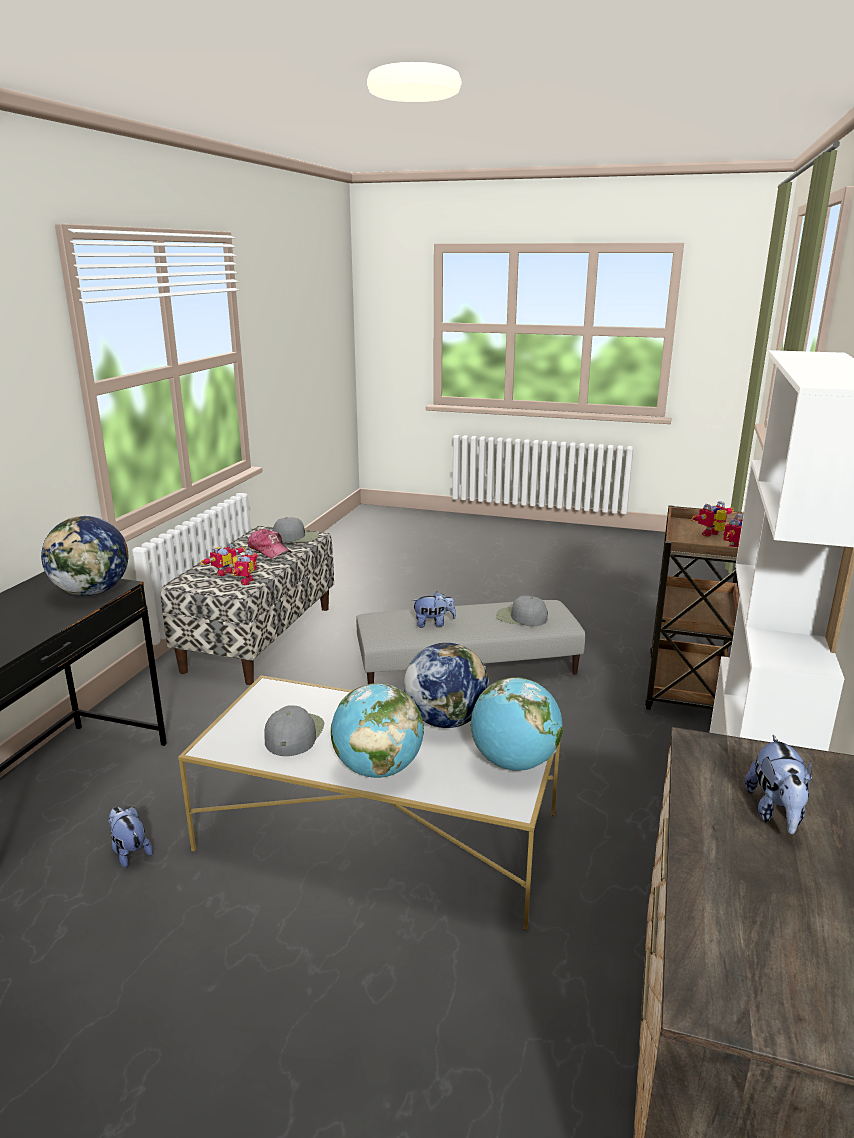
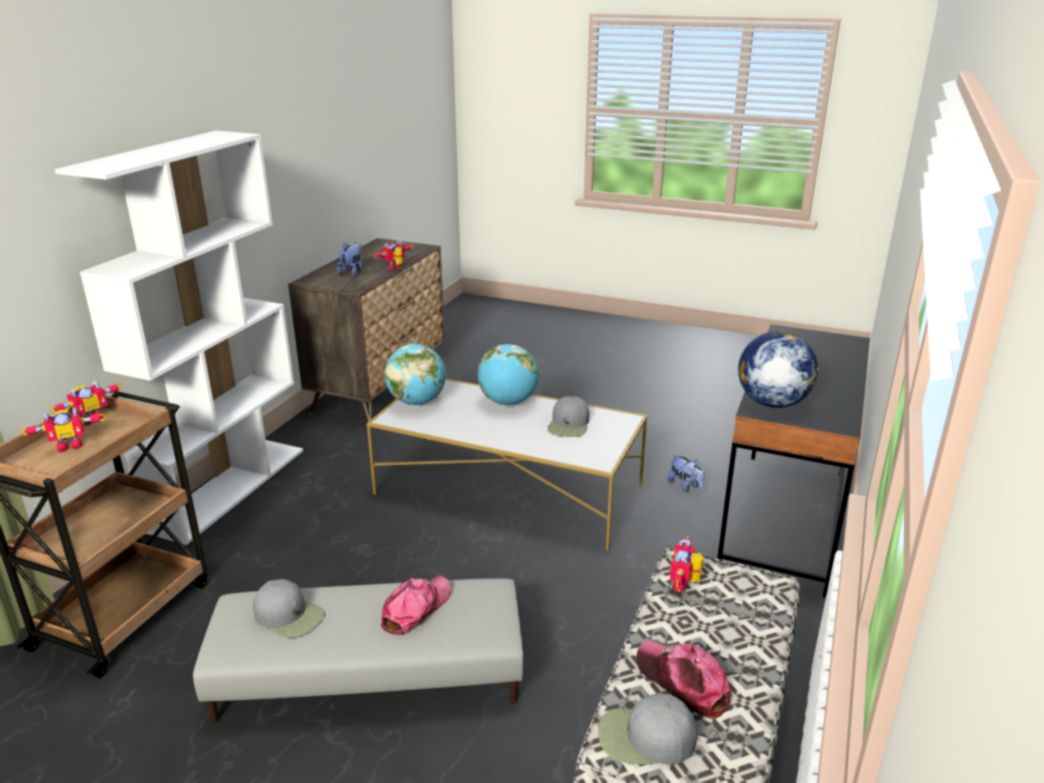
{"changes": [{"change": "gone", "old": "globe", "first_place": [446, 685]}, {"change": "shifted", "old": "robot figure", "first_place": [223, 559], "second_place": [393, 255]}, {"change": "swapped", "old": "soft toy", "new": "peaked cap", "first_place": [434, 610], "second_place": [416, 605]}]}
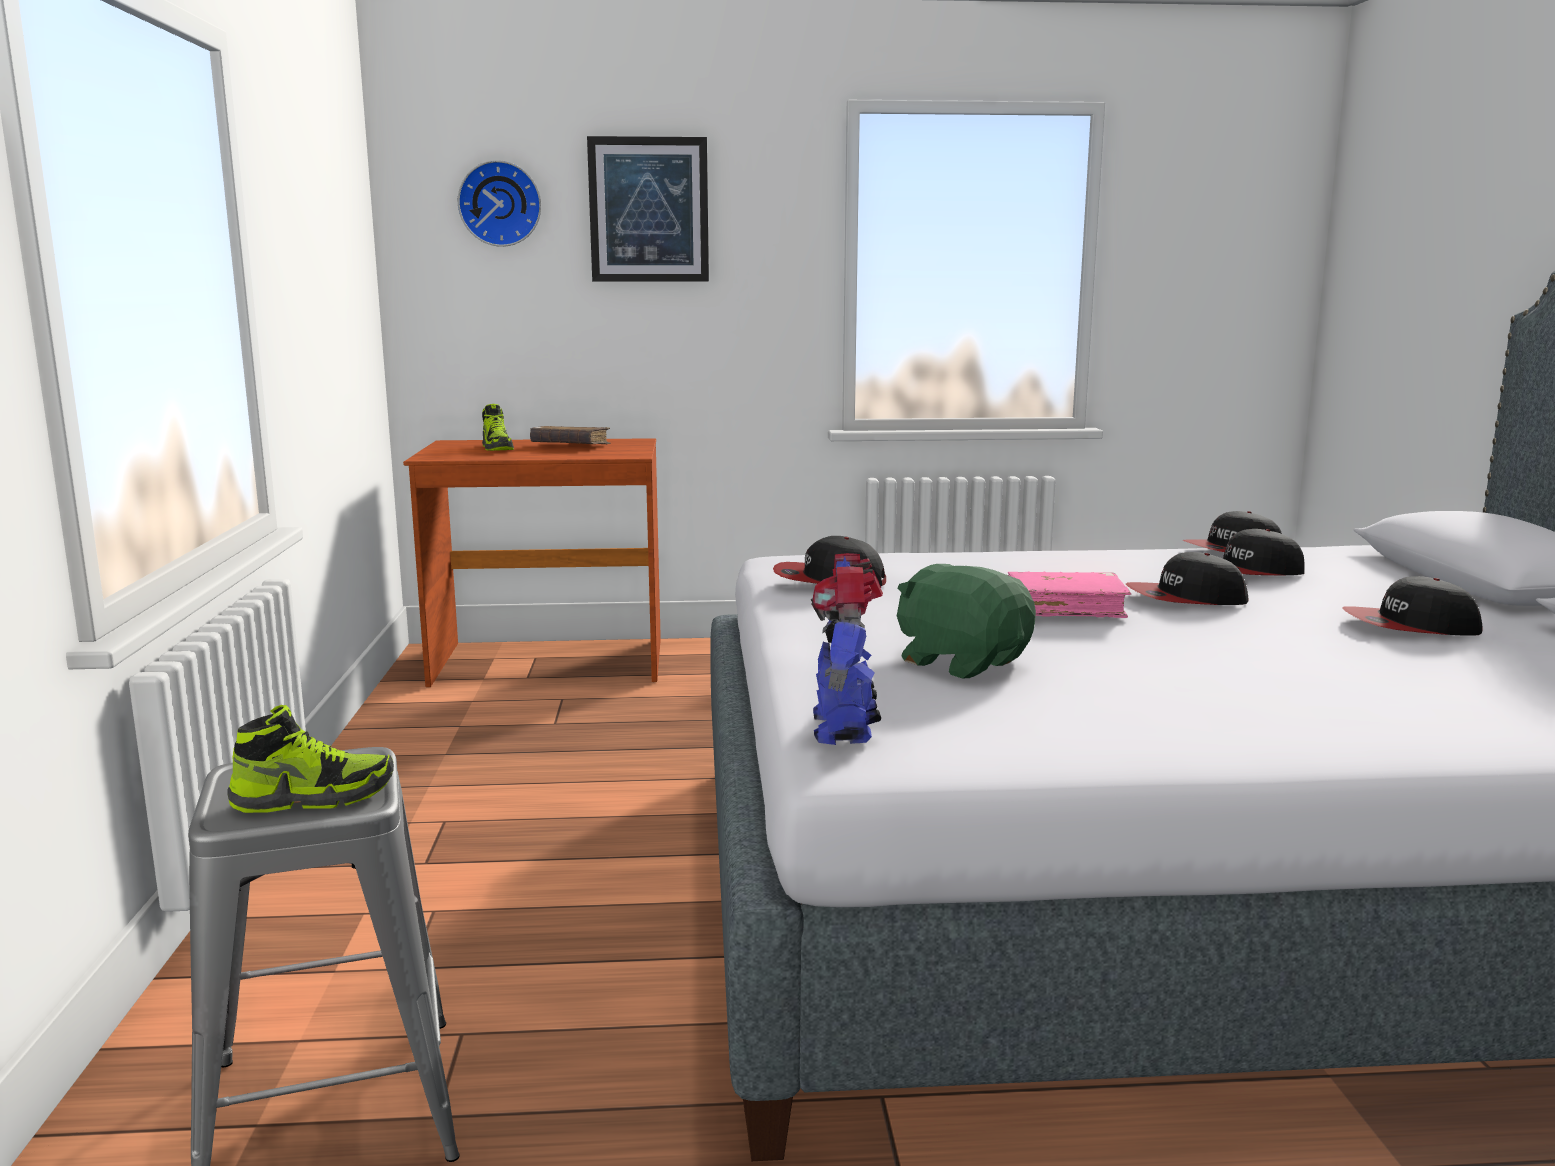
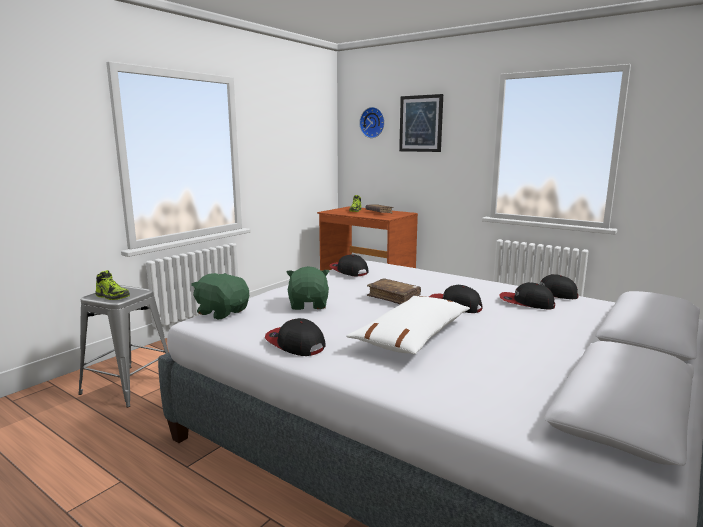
{"changes": [{"change": "new", "new": "cushion (whitish)", "second_place": [408, 325]}, {"change": "shifted", "old": "peaked cap", "first_place": [1412, 606], "second_place": [295, 337]}, {"change": "swapped", "old": "robot figure", "new": "soft toy (green-coloured)", "first_place": [846, 649], "second_place": [220, 296]}, {"change": "repainted", "old": "volume (pink-coloured)", "new": "volume (brown-coloured)", "first_place": [1069, 594], "second_place": [394, 291]}]}
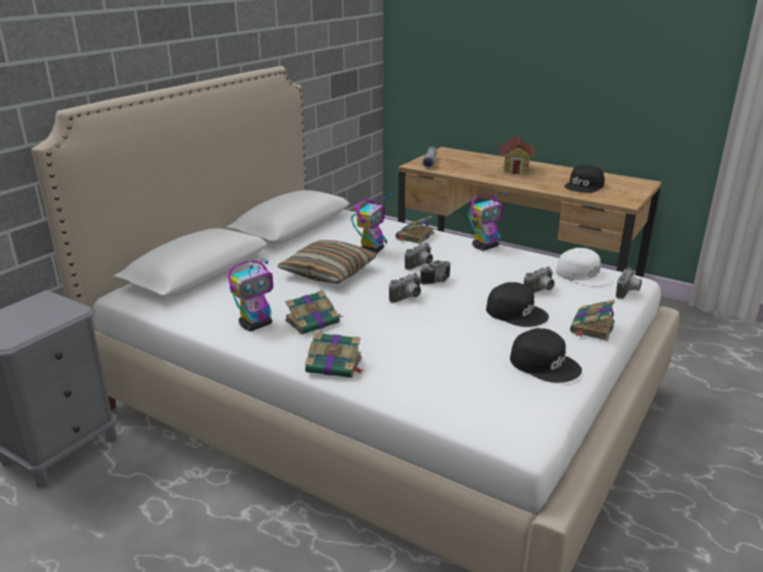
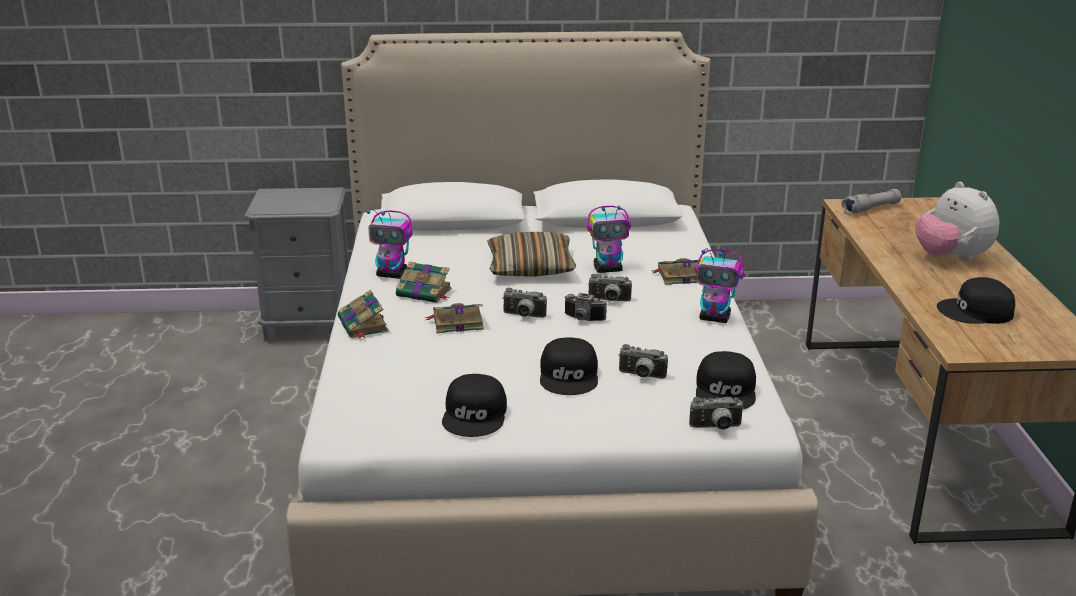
{"changes": [{"change": "shifted", "old": "volume", "first_place": [592, 320], "second_place": [454, 318]}, {"change": "swapped", "old": "toy house", "new": "soft toy", "first_place": [518, 155], "second_place": [957, 221]}, {"change": "repainted", "old": "peaked cap (whitish)", "new": "peaked cap (black)", "first_place": [584, 267], "second_place": [726, 380]}]}
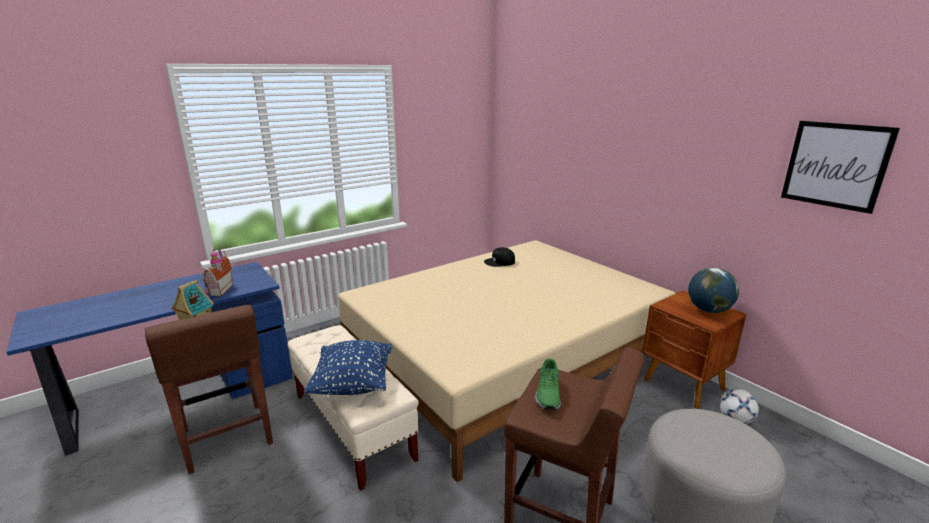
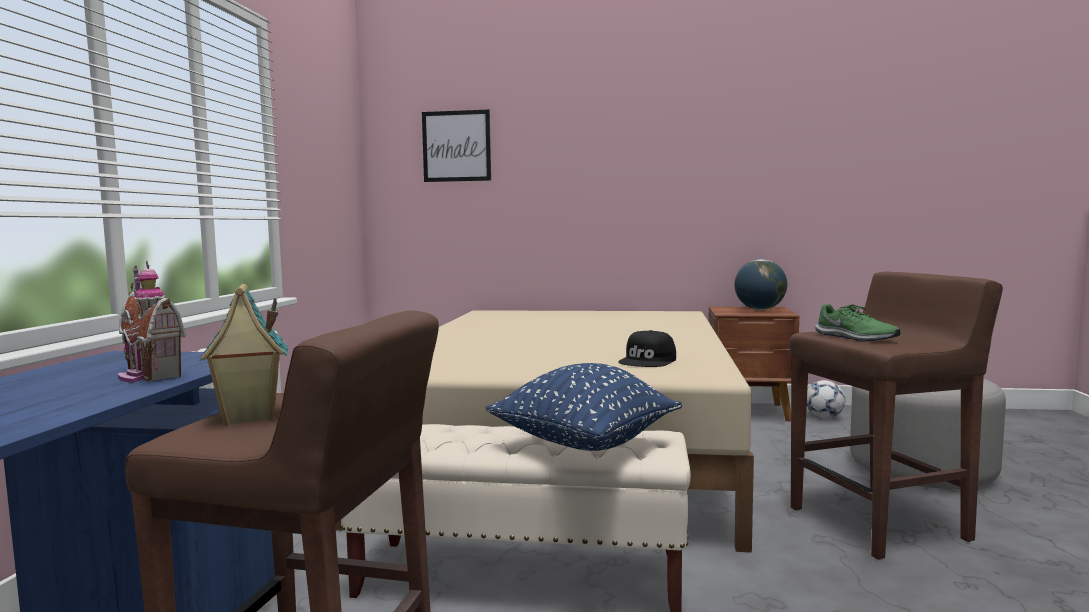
{"changes": [{"change": "shifted", "old": "peaked cap (black)", "first_place": [499, 257], "second_place": [647, 348]}, {"change": "shifted", "old": "wall art", "first_place": [840, 167], "second_place": [456, 146]}]}
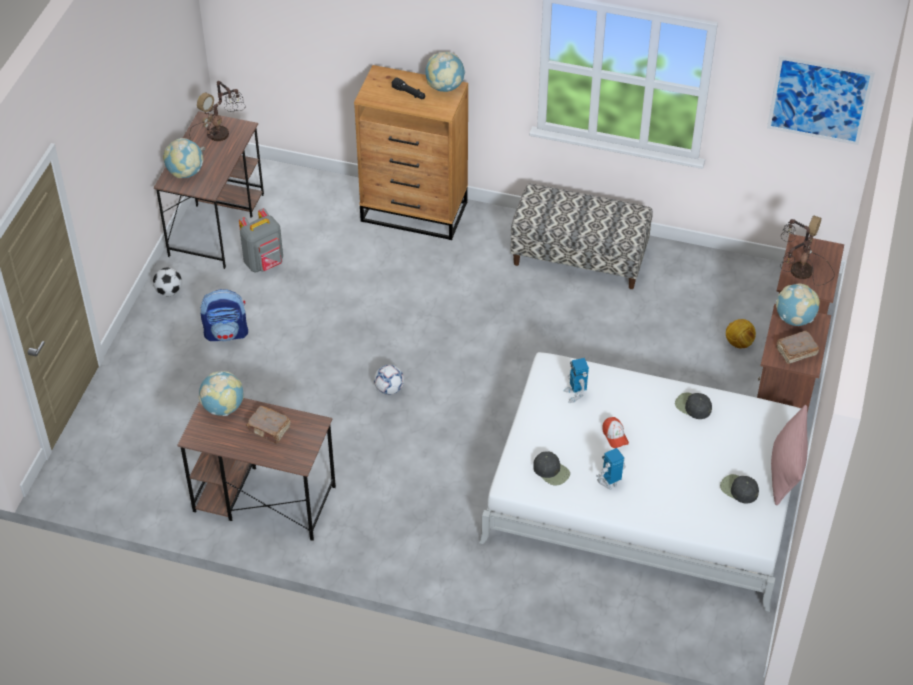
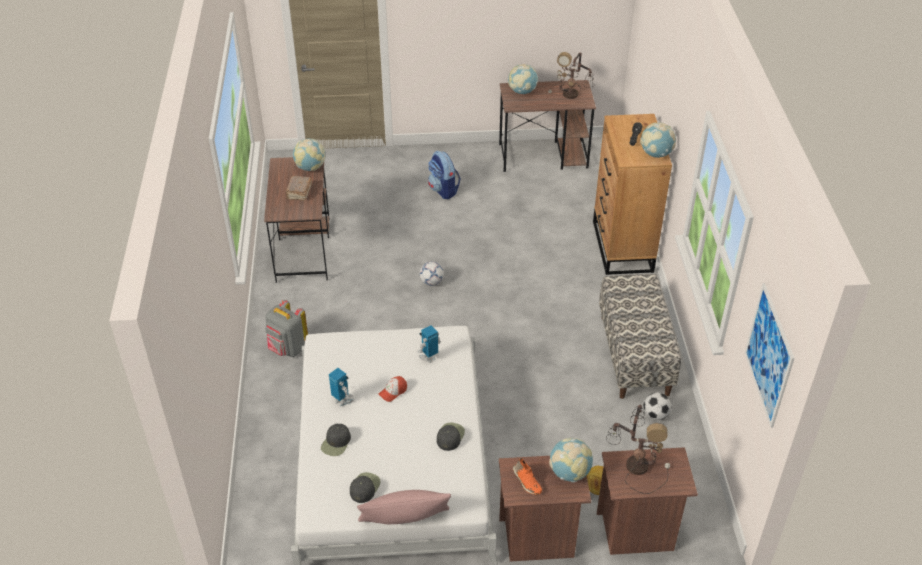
{"changes": [{"change": "shifted", "old": "football ball", "first_place": [167, 281], "second_place": [657, 406]}, {"change": "shifted", "old": "knapsack (greyish)", "first_place": [261, 240], "second_place": [286, 328]}, {"change": "shifted", "old": "peaked cap (black)", "first_place": [551, 469], "second_place": [336, 440]}, {"change": "swapped", "old": "volume (brown-coloured)", "new": "item of footwear (orange-coloured)", "first_place": [797, 347], "second_place": [527, 476]}]}
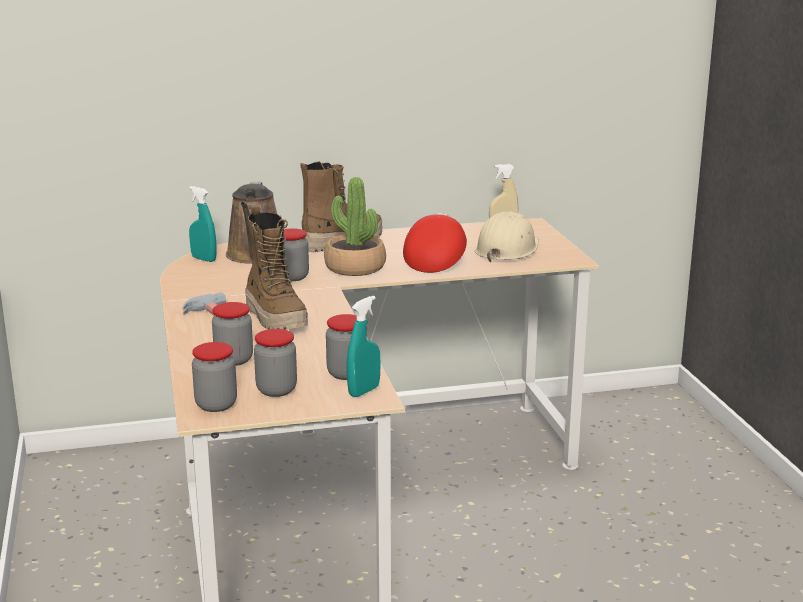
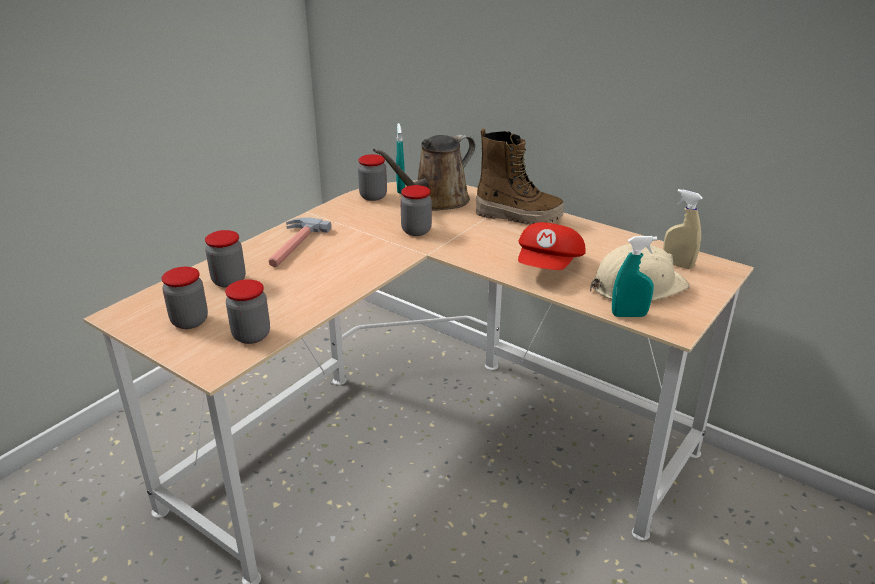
{"changes": [{"change": "gone", "old": "boot", "first_place": [276, 268]}, {"change": "gone", "old": "plant in a pot", "first_place": [355, 226]}, {"change": "shifted", "old": "storage jar", "first_place": [214, 377], "second_place": [372, 177]}, {"change": "shifted", "old": "spray bottle (turquoise)", "first_place": [364, 346], "second_place": [634, 276]}, {"change": "rotated", "old": "peaked cap (red)", "first_place": [435, 243], "second_place": [552, 246], "degrees": 135}]}
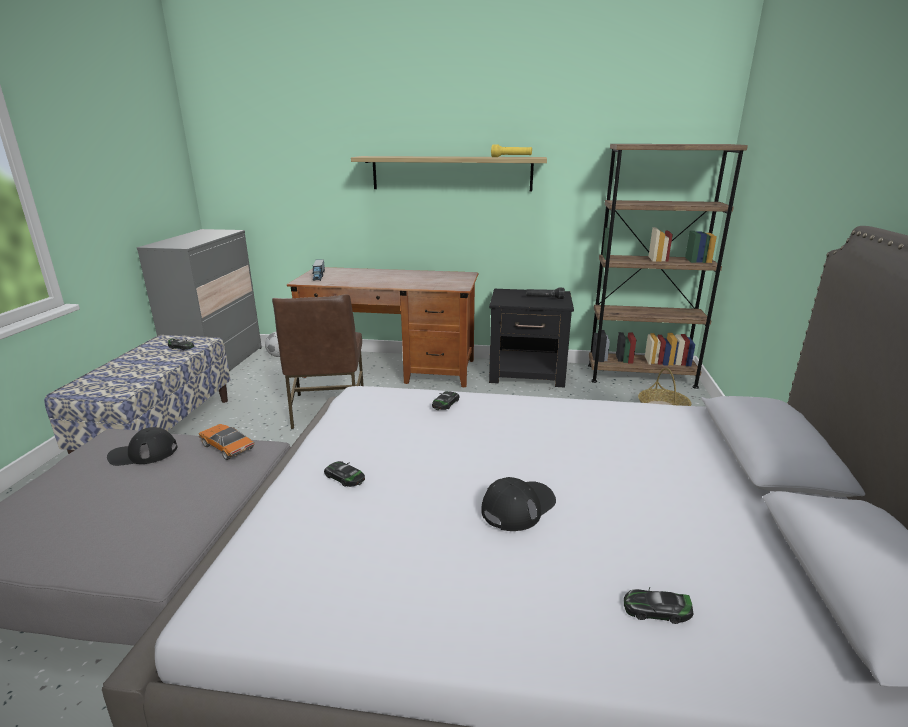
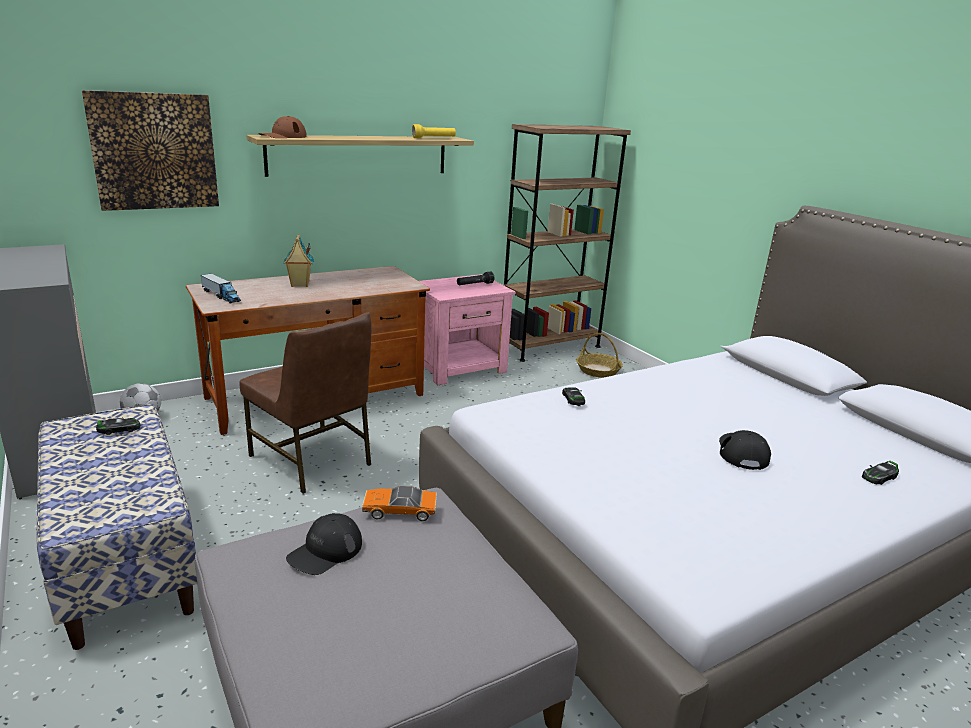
{"changes": [{"change": "gone", "old": "toy car", "first_place": [344, 474]}, {"change": "new", "new": "wall art", "second_place": [150, 150]}, {"change": "new", "new": "peaked cap (brown-coloured)", "second_place": [282, 127]}, {"change": "new", "new": "toy house", "second_place": [298, 260]}, {"change": "repainted", "old": "nightstand (black)", "new": "nightstand (pink-coloured)", "first_place": [531, 338], "second_place": [467, 329]}]}
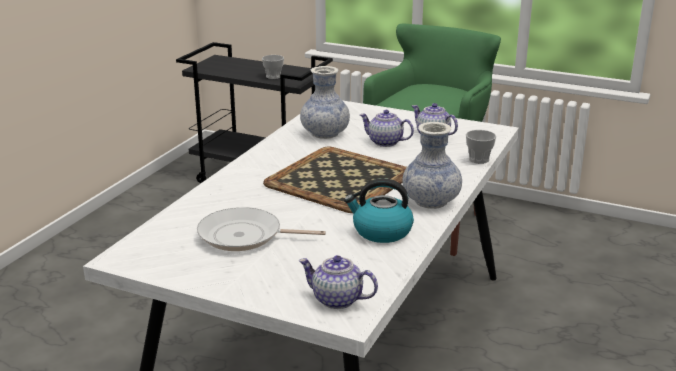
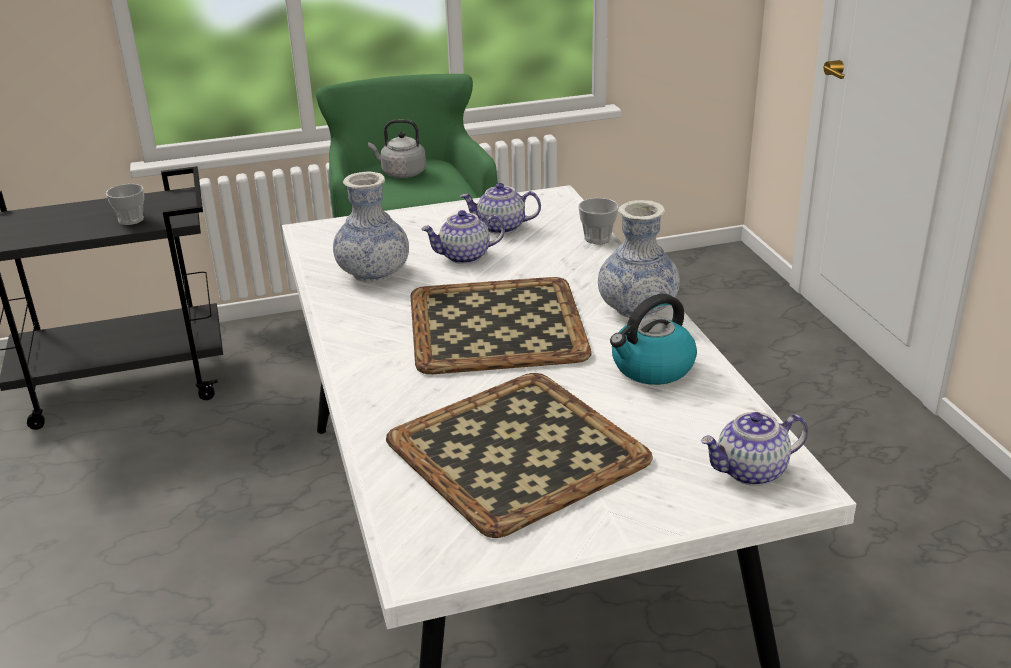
{"changes": [{"change": "new", "new": "kettle (greyish)", "second_place": [397, 148]}, {"change": "swapped", "old": "skillet", "new": "carrying tray", "first_place": [261, 229], "second_place": [519, 455]}]}
